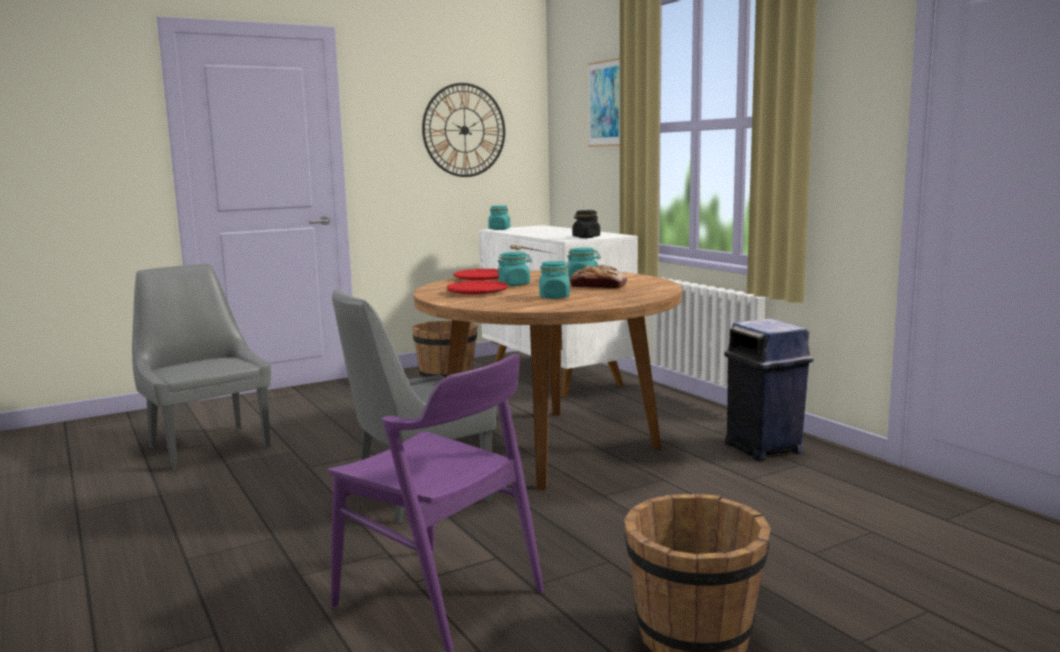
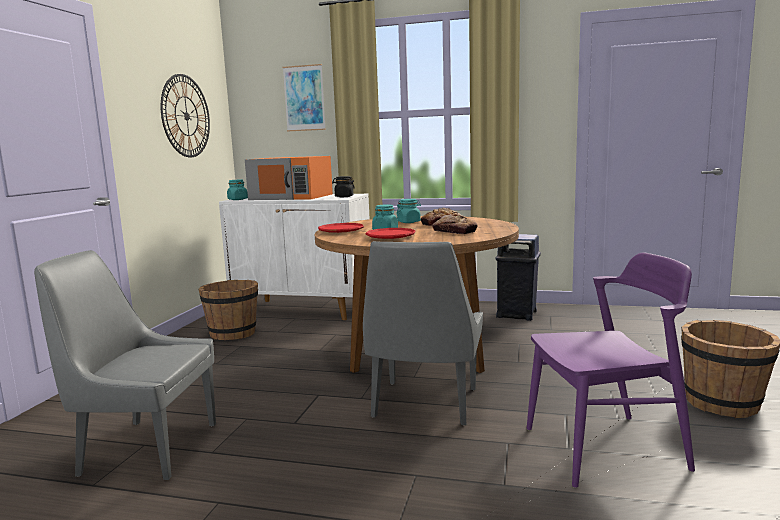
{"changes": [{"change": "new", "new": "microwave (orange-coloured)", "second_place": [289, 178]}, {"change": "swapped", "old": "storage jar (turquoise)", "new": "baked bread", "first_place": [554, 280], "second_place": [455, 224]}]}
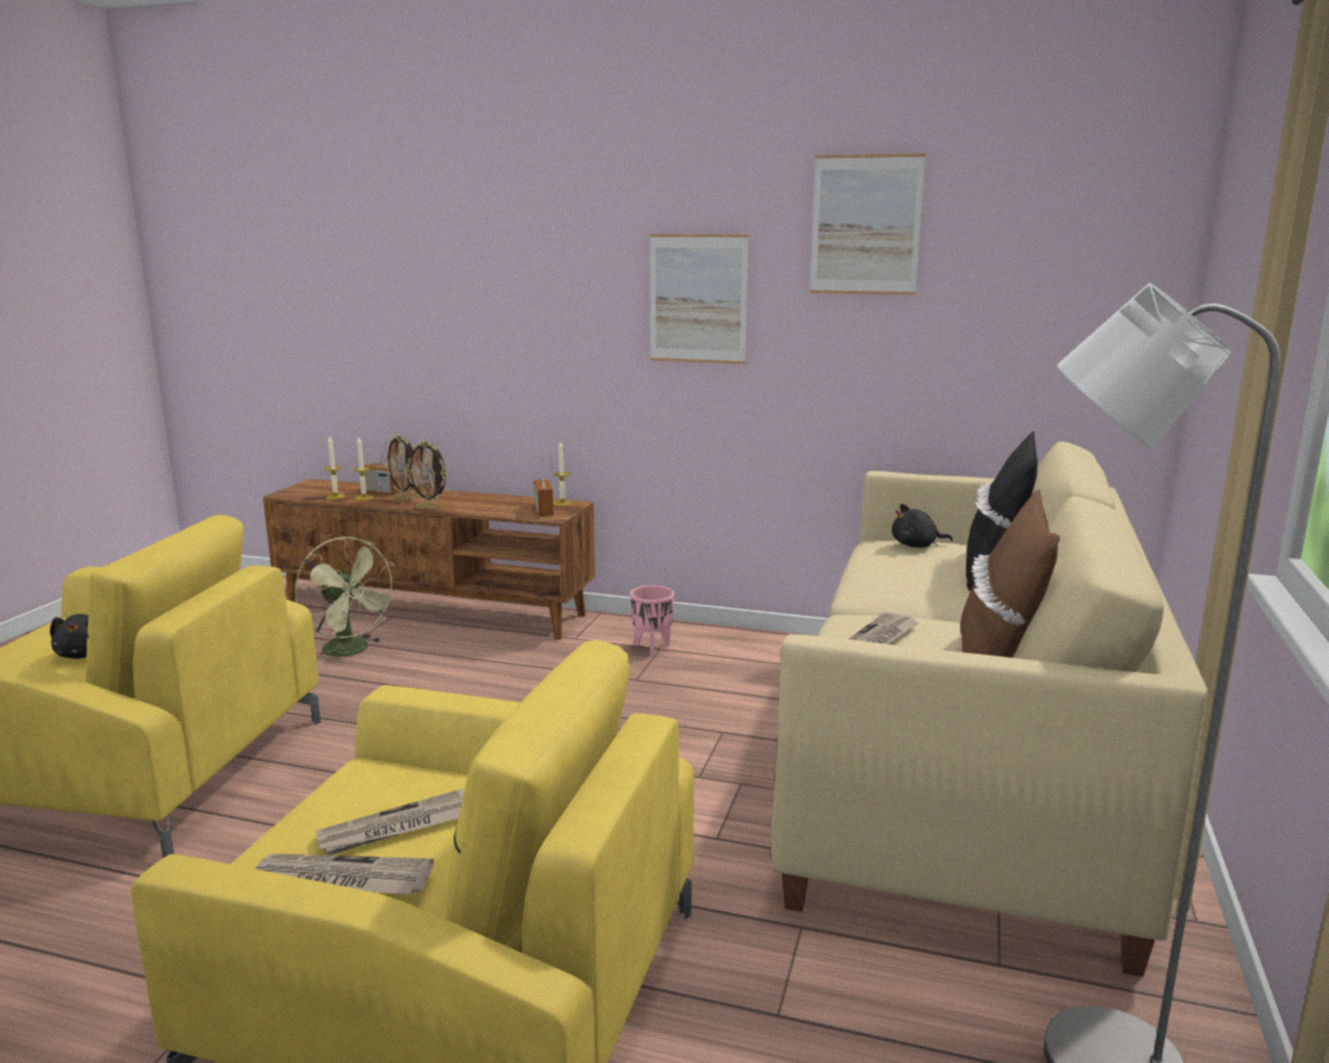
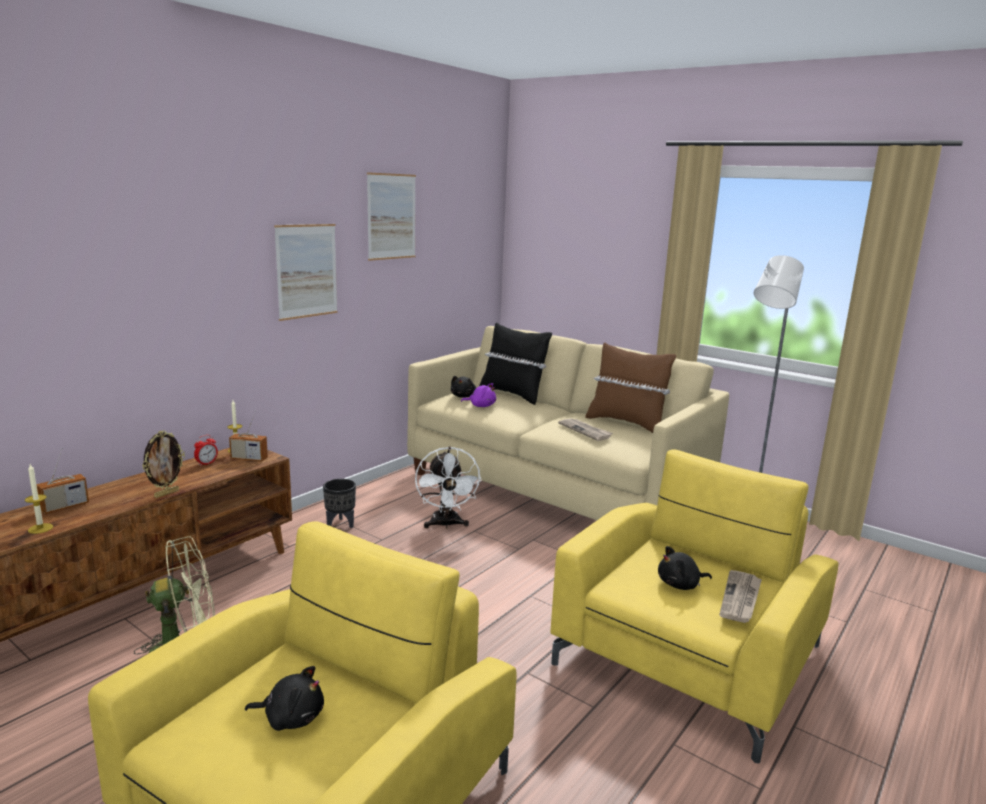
{"changes": [{"change": "gone", "old": "candle", "first_place": [363, 469]}, {"change": "gone", "old": "picture frame", "first_place": [399, 468]}, {"change": "new", "new": "bedside clock", "second_place": [206, 450]}, {"change": "new", "new": "cooling fan (whitish)", "second_place": [448, 488]}, {"change": "new", "new": "soft toy (purplish)", "second_place": [478, 395]}, {"change": "swapped", "old": "daily paper", "new": "soft toy (black)", "first_place": [390, 822], "second_place": [685, 568]}, {"change": "repainted", "old": "flower pot (pink-coloured)", "new": "flower pot (black)", "first_place": [652, 621], "second_place": [339, 503]}]}
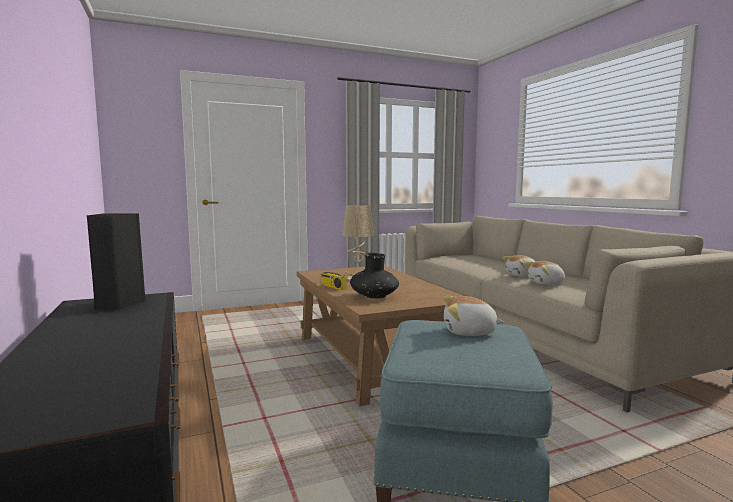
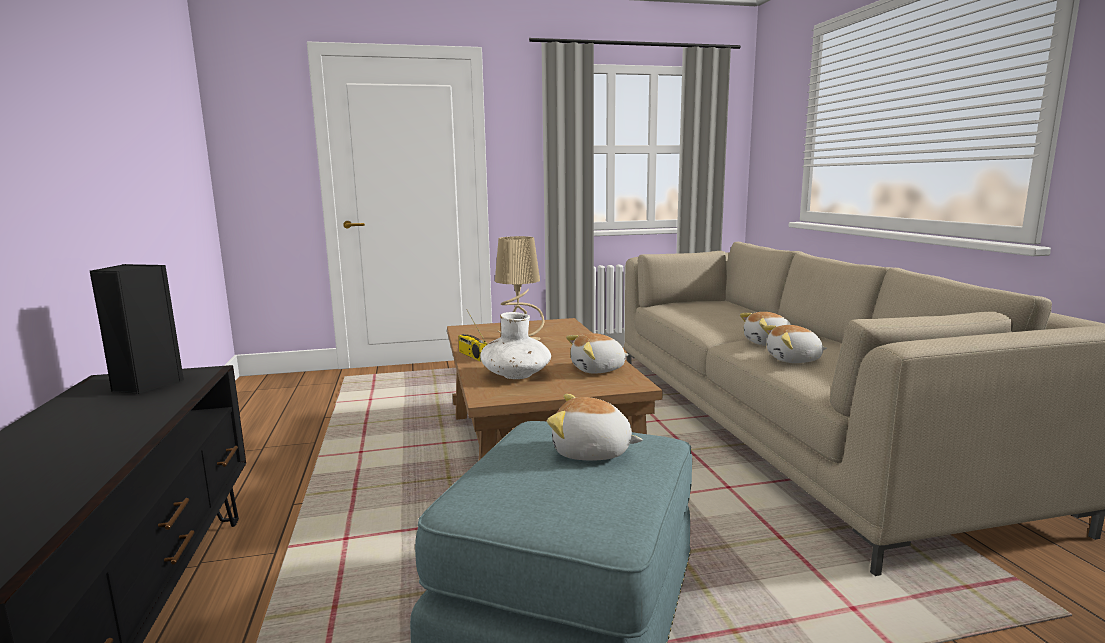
{"changes": [{"change": "new", "new": "soft toy", "second_place": [597, 353]}, {"change": "repainted", "old": "flower vase (black)", "new": "flower vase (whitish)", "first_place": [374, 276], "second_place": [515, 345]}]}
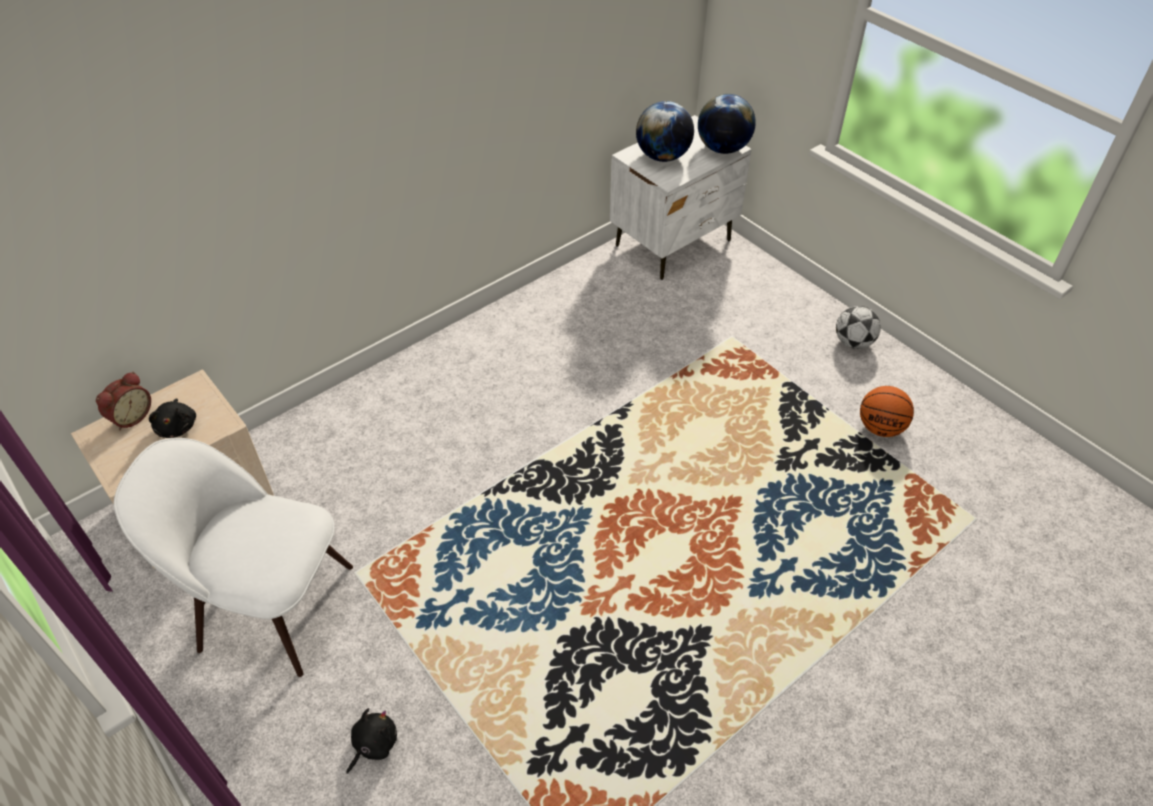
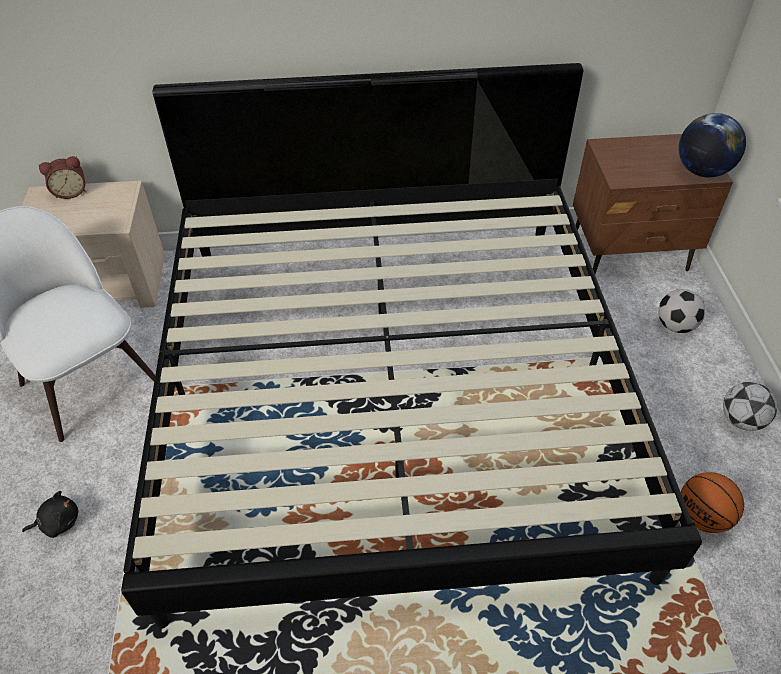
{"changes": [{"change": "gone", "old": "soft toy (black)", "first_place": [172, 418]}, {"change": "gone", "old": "globe", "first_place": [665, 131]}, {"change": "new", "new": "sleeping bed", "second_place": [411, 346]}, {"change": "new", "new": "football ball", "second_place": [681, 311]}, {"change": "repainted", "old": "nightstand (whitish)", "new": "nightstand (brown-coloured)", "first_place": [681, 197], "second_place": [653, 204]}]}
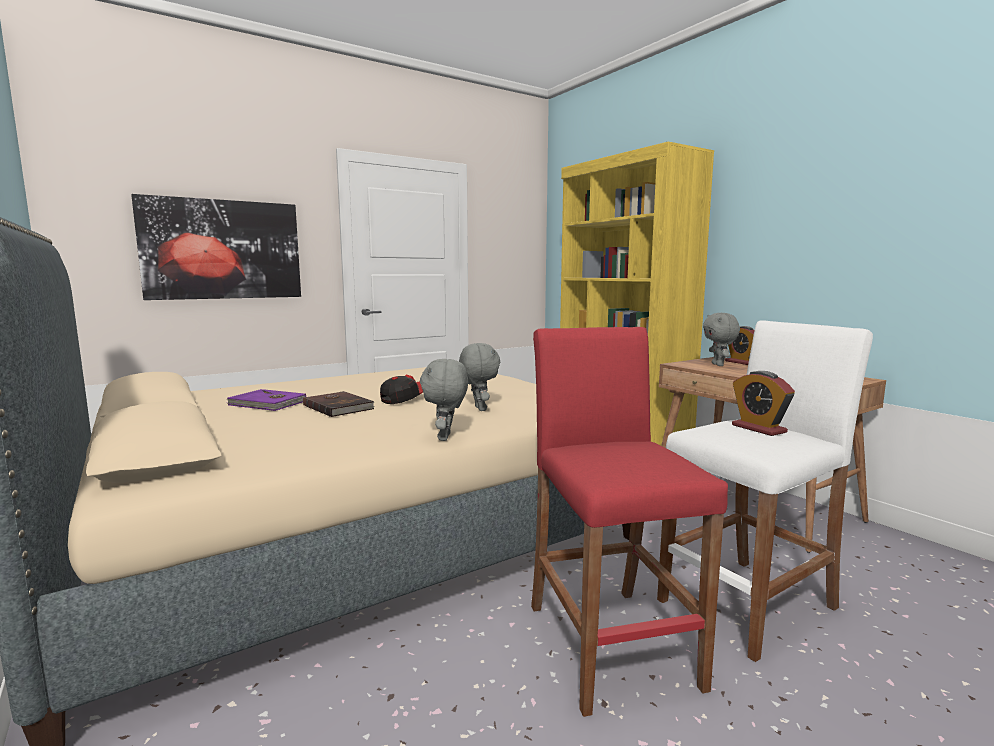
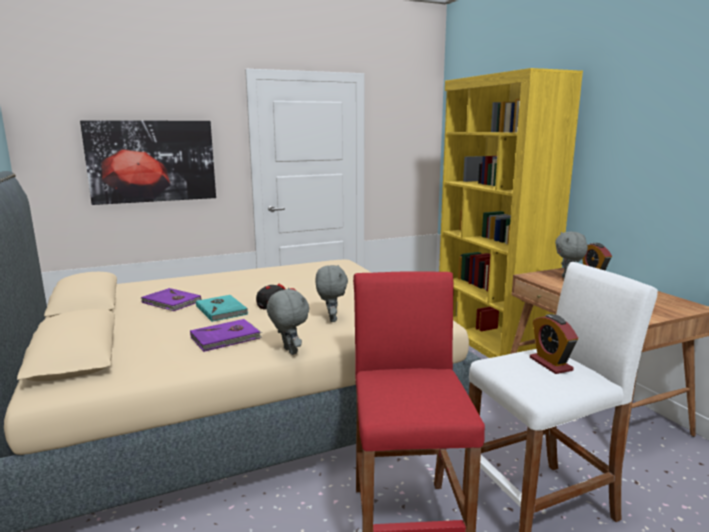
{"changes": [{"change": "new", "new": "volume (purplish)", "second_place": [226, 335]}, {"change": "repainted", "old": "volume (brown-coloured)", "new": "volume (turquoise)", "first_place": [339, 404], "second_place": [222, 308]}, {"change": "rotated", "old": "soft toy (greyish)", "first_place": [444, 400], "second_place": [288, 321], "degrees": 135}]}
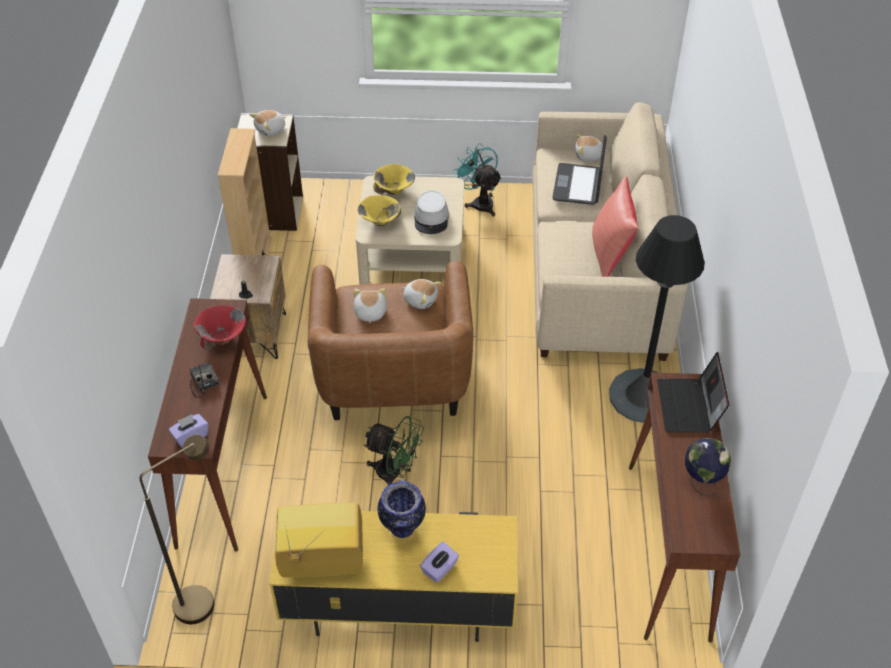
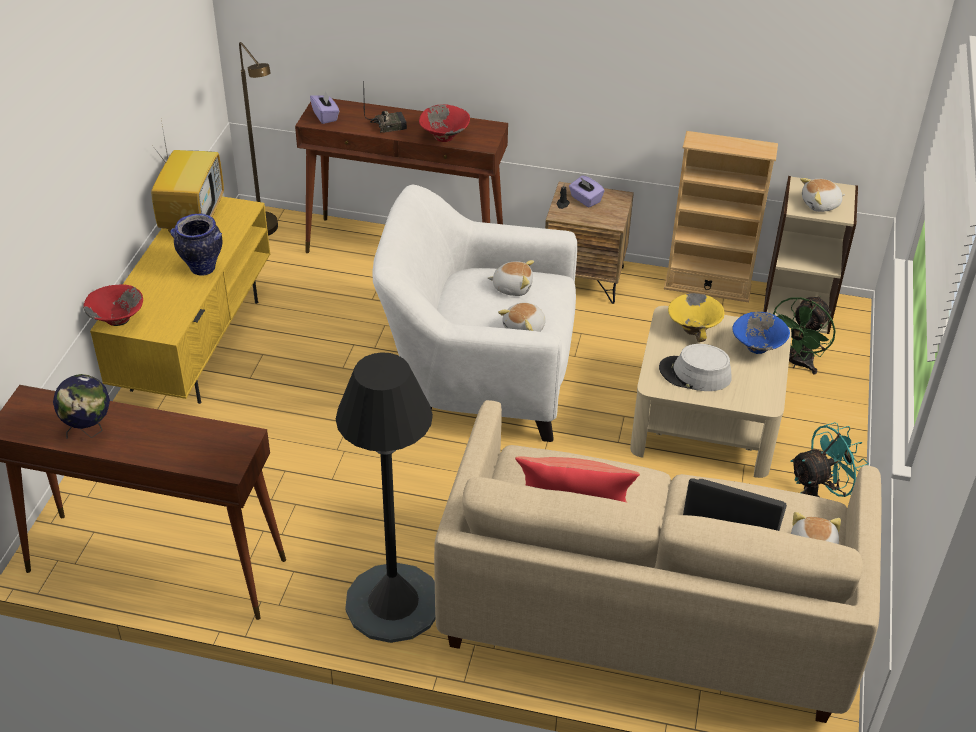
{"changes": [{"change": "gone", "old": "portable computer", "first_place": [693, 392]}, {"change": "new", "new": "deep dish (red)", "second_place": [113, 305]}, {"change": "shifted", "old": "cooling fan (green-coloured)", "first_place": [394, 450], "second_place": [804, 335]}, {"change": "shifted", "old": "tissue holder (purplish)", "first_place": [439, 562], "second_place": [587, 191]}, {"change": "repainted", "old": "easy chair (brown-coloured)", "new": "easy chair (whitish)", "first_place": [390, 340], "second_place": [474, 313]}, {"change": "repainted", "old": "deep dish (yellowish)", "new": "deep dish (bluish)", "first_place": [394, 179], "second_place": [761, 333]}, {"change": "rotated", "old": "soft toy", "first_place": [268, 123], "second_place": [822, 195], "degrees": -75}]}
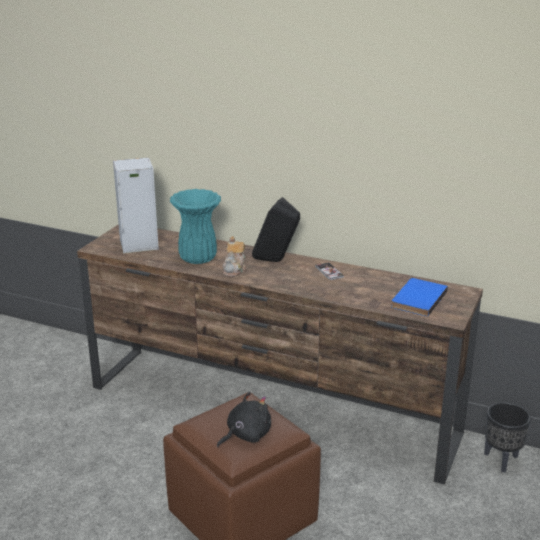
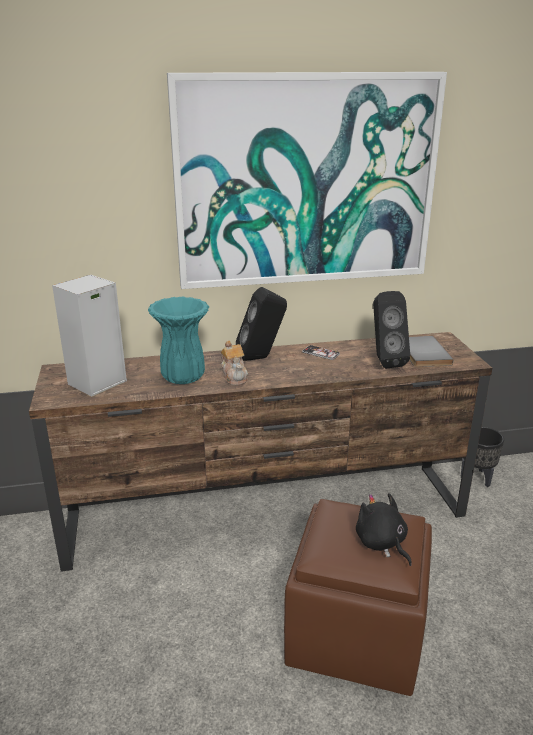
{"changes": [{"change": "new", "new": "wall art", "second_place": [307, 180]}, {"change": "new", "new": "audio speaker (black)", "second_place": [391, 329]}, {"change": "repainted", "old": "volume (bluish)", "new": "volume (greyish)", "first_place": [419, 297], "second_place": [431, 351]}, {"change": "rotated", "old": "soft toy (black)", "first_place": [244, 419], "second_place": [384, 529], "degrees": -45}]}
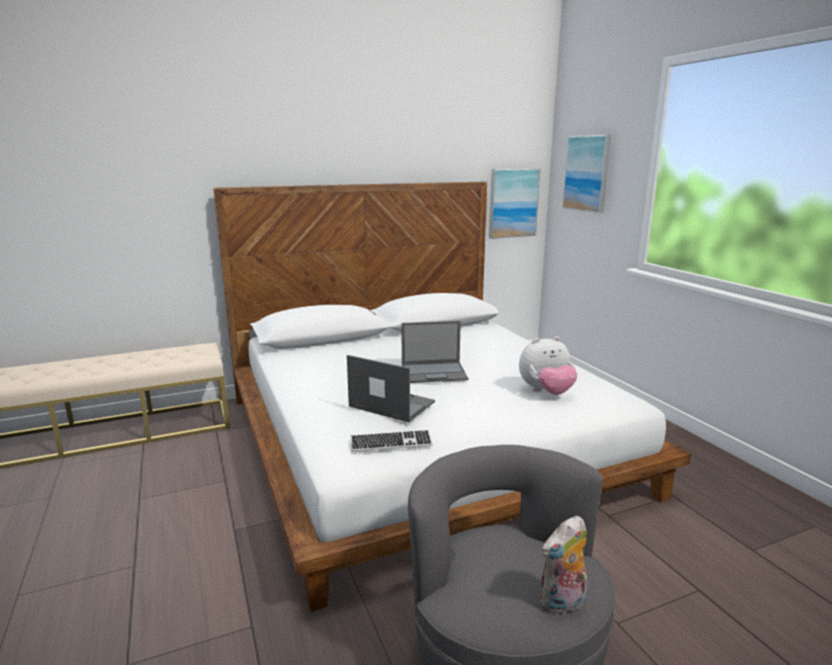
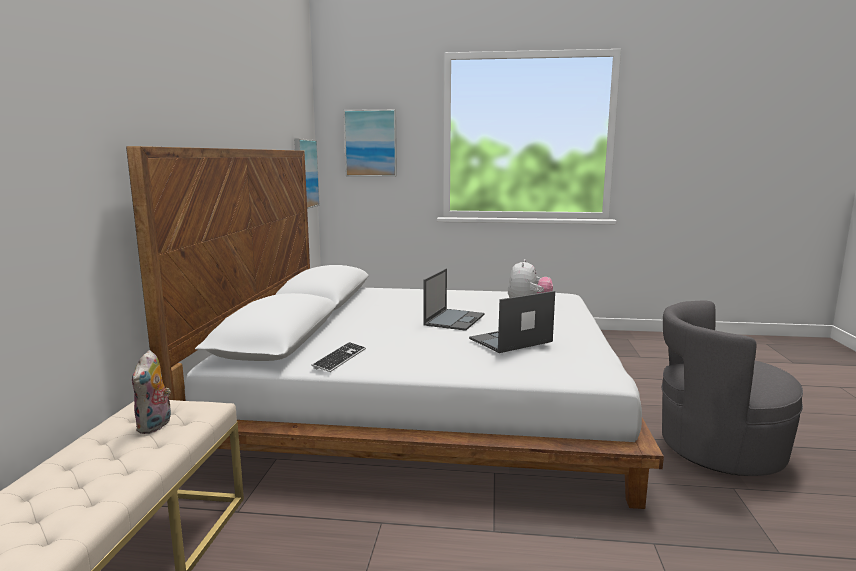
{"changes": [{"change": "shifted", "old": "keyboard", "first_place": [392, 441], "second_place": [338, 357]}, {"change": "shifted", "old": "soft toy", "first_place": [563, 566], "second_place": [151, 392]}]}
